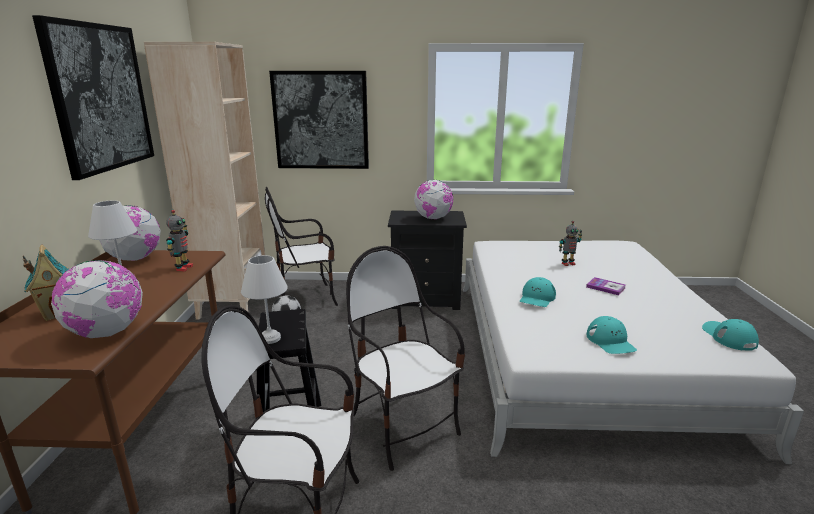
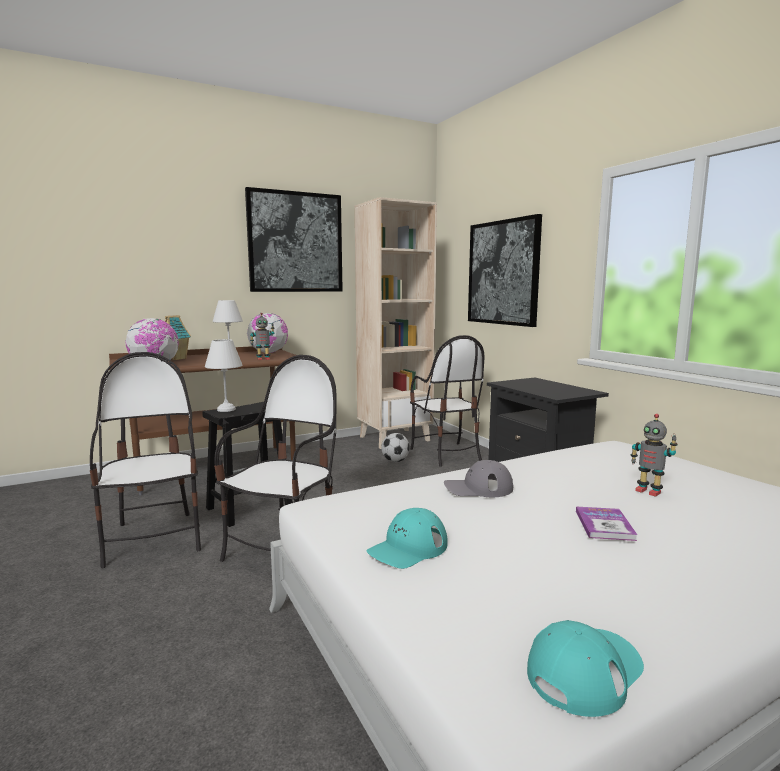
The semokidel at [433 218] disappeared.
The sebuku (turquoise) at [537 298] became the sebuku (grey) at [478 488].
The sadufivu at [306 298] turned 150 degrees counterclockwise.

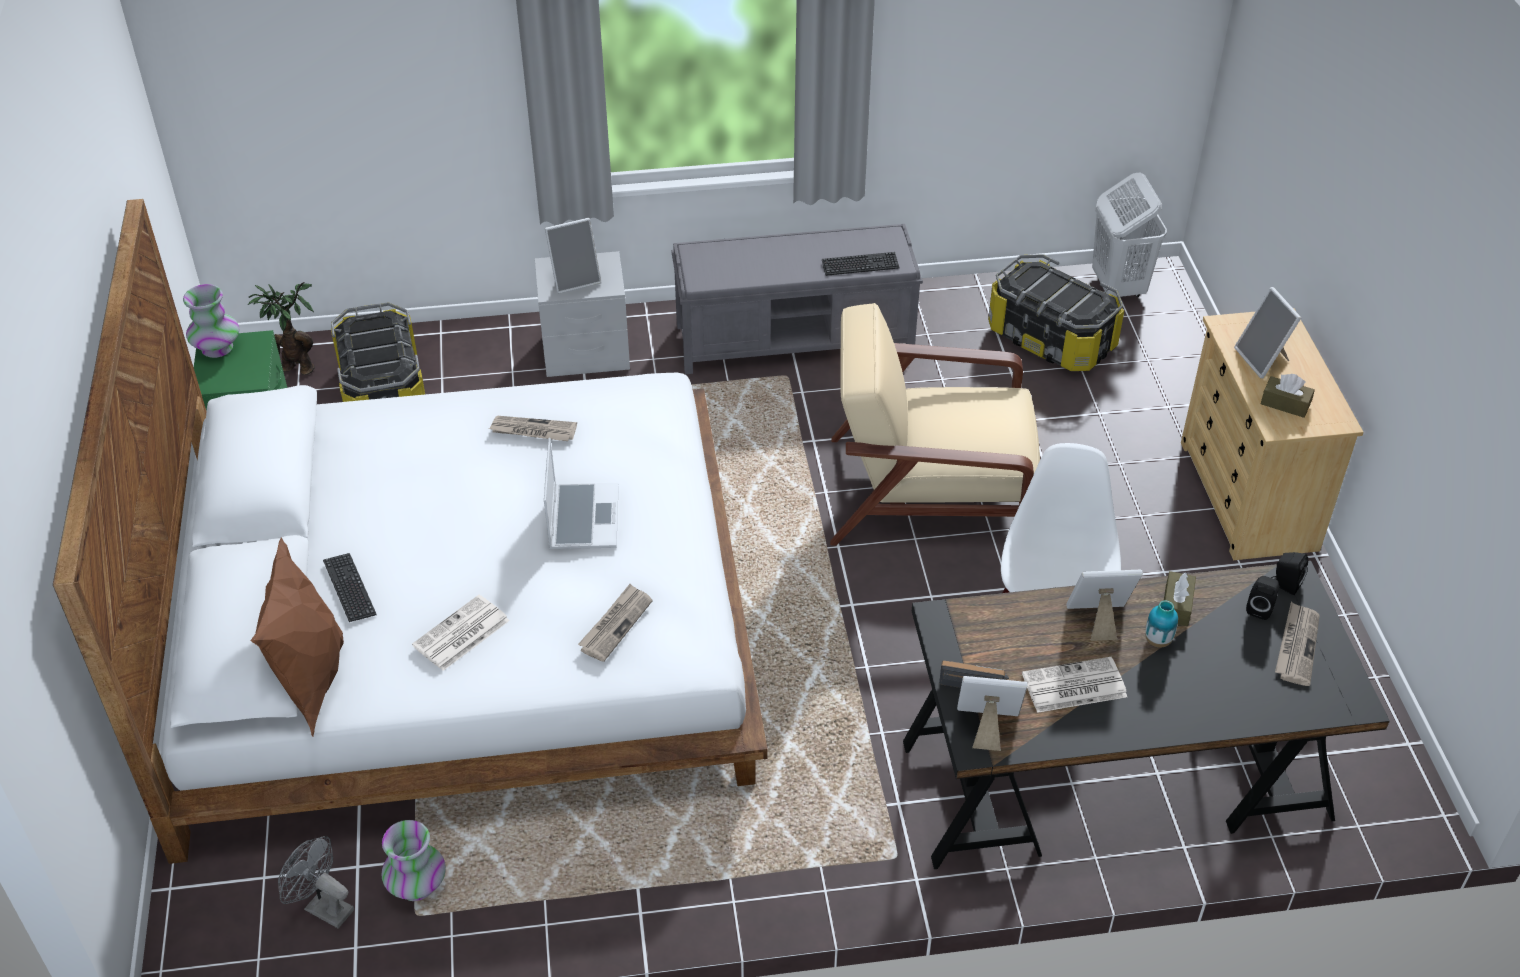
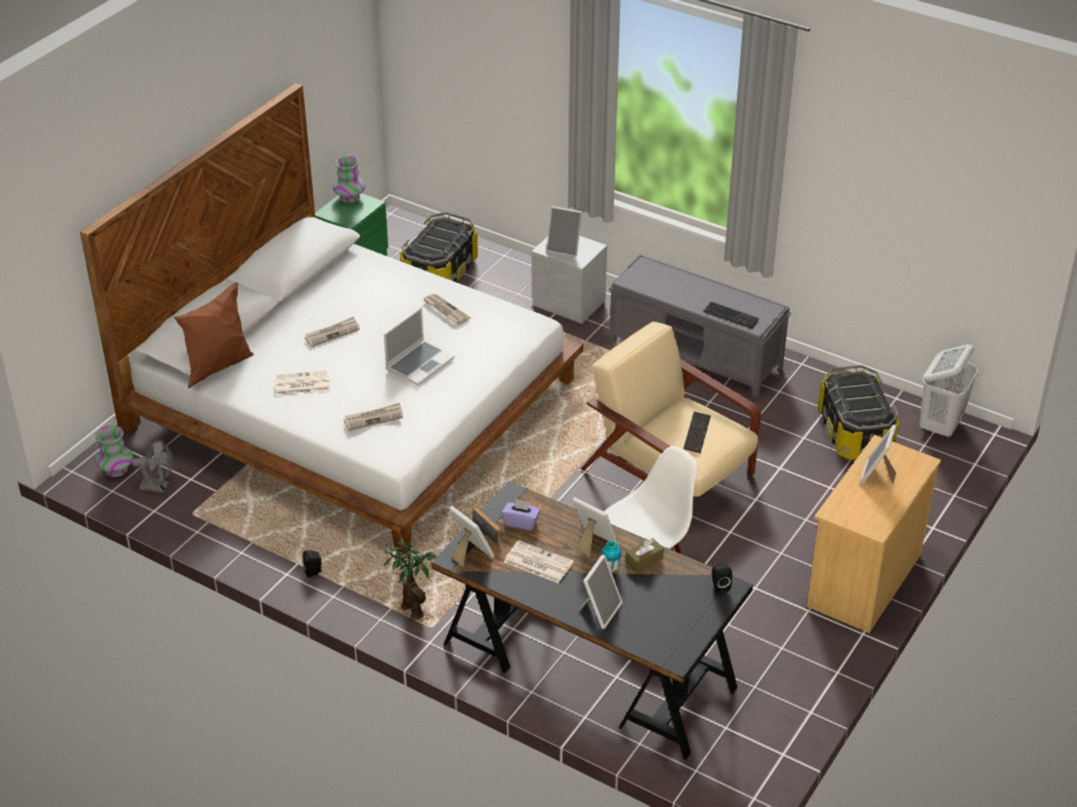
The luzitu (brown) at [1285 404] disappeared.
The luzitu (purple) at [521 522] appeared.
The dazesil at [599 610] appeared.
The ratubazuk moved from [295 366] to [412 608].
The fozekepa moved from [349 588] to [697 433].
The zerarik moved from [416 885] to [116 470].
The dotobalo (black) moved from [1260 608] to [314 572].
The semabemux moved from [1296 646] to [332 333].
The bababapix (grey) at [323 907] turned 120 degrees clockwise.

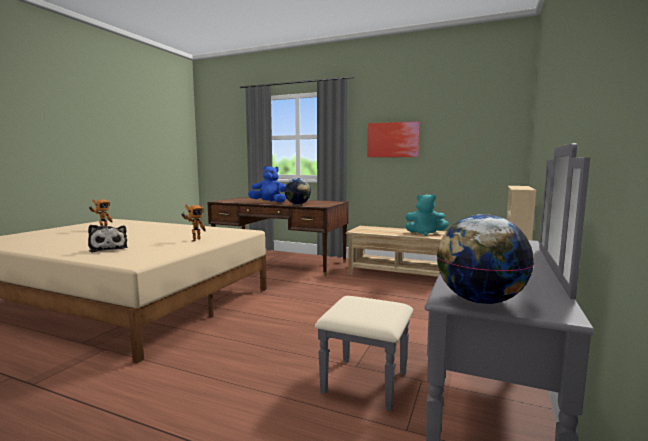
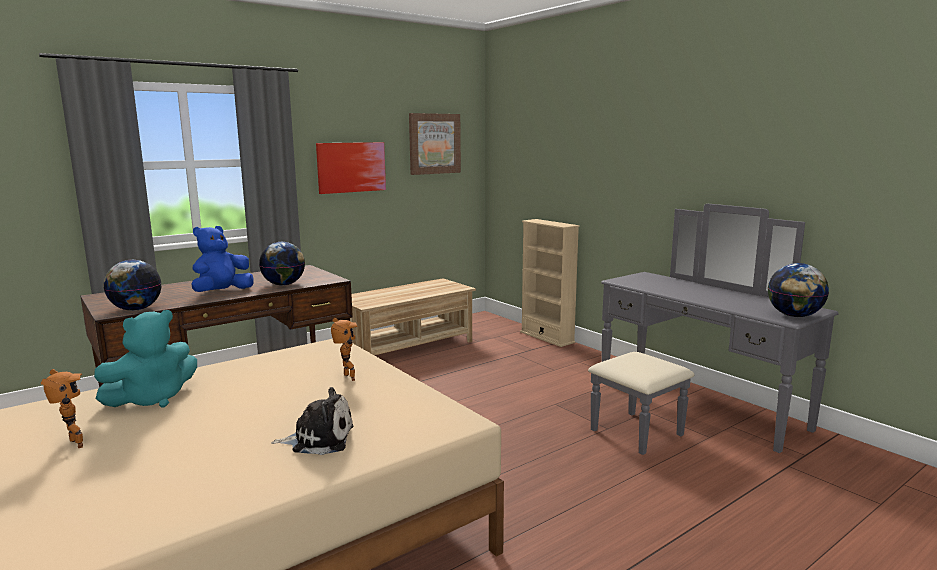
The semokidel at [136 309] appeared.
The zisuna at [434 143] appeared.
The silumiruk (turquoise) moved from [425 233] to [152 399].

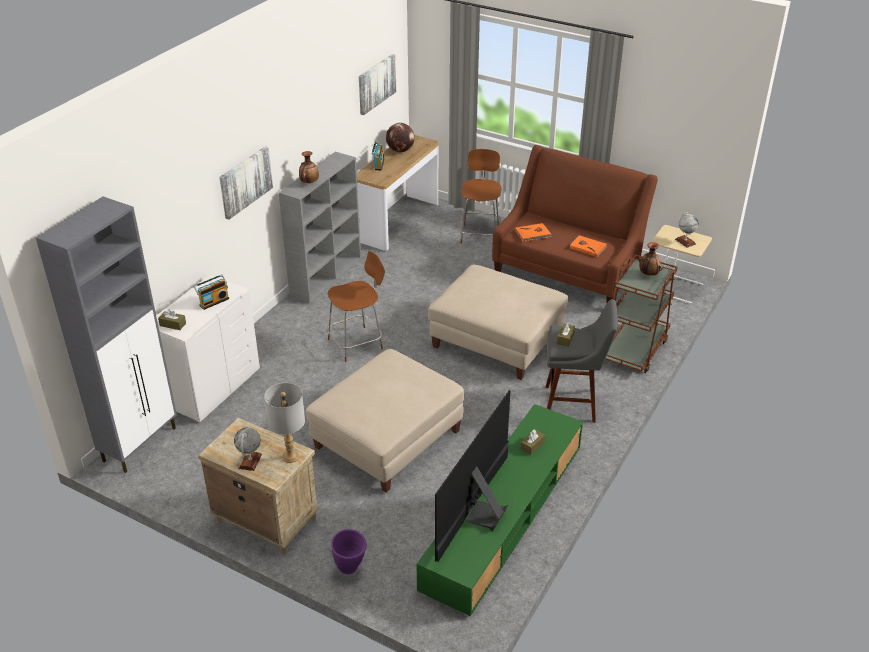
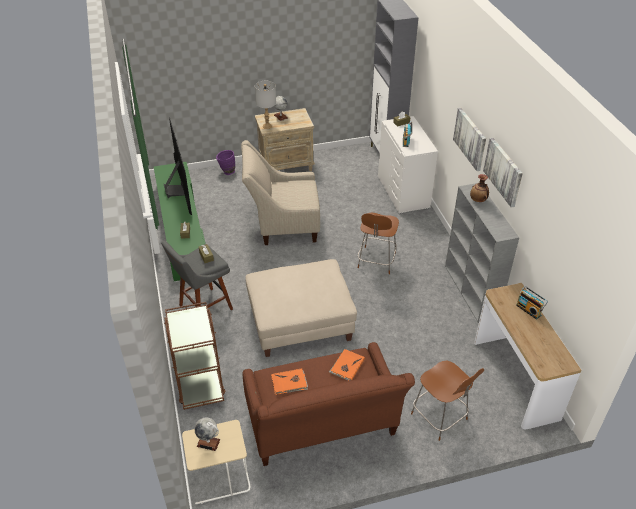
The semokidel at [400 150] disappeared.
The zerarik at [648 274] disappeared.
The zisuna moved from [376 83] to [503 171].
The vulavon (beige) at [388 439] was replaced by the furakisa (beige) at [282 225].

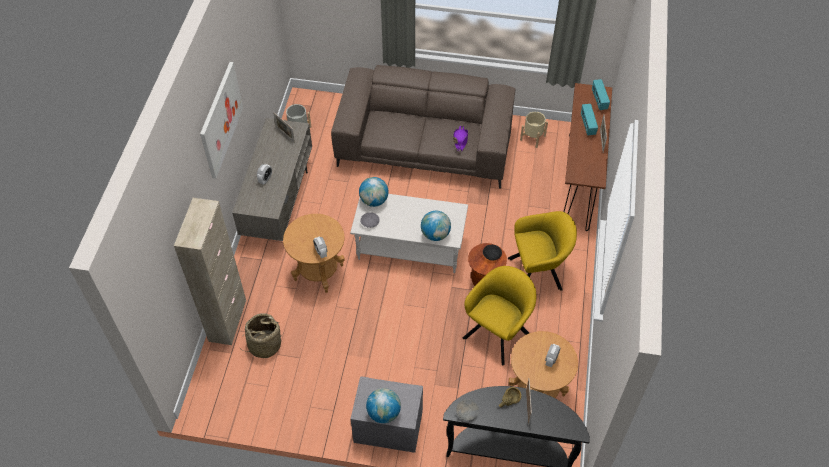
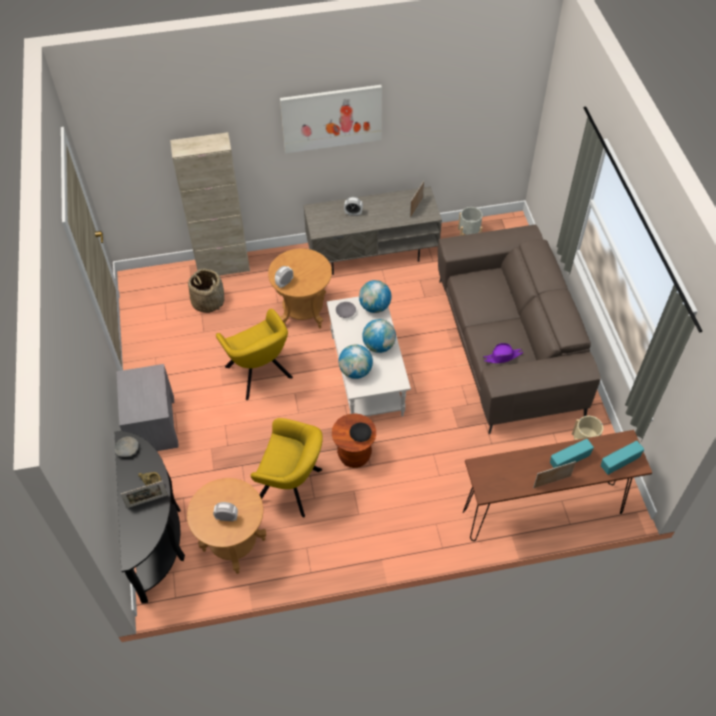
The semokidel moved from [383 413] to [379 346].
The furakisa (yellow) moved from [538 273] to [260 375].

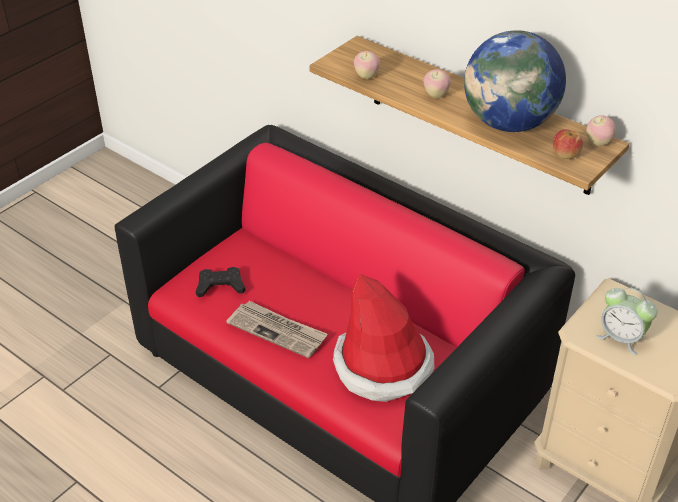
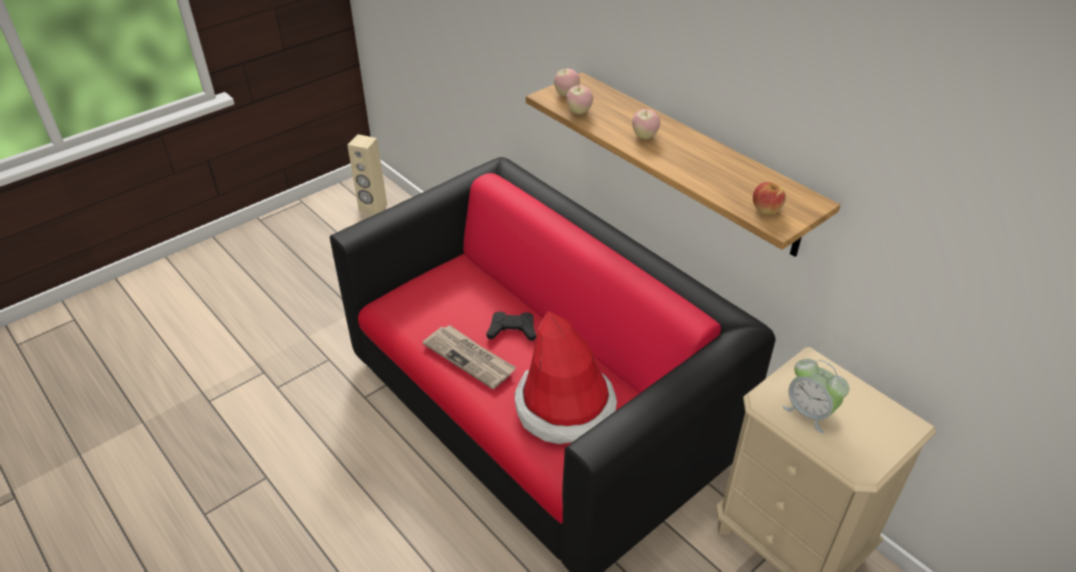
The semokidel at [509 123] disappeared.
The dotobalo (beige) at [373 208] appeared.
The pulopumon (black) moved from [220 286] to [512 330].
The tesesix moved from [598 143] to [566 94].

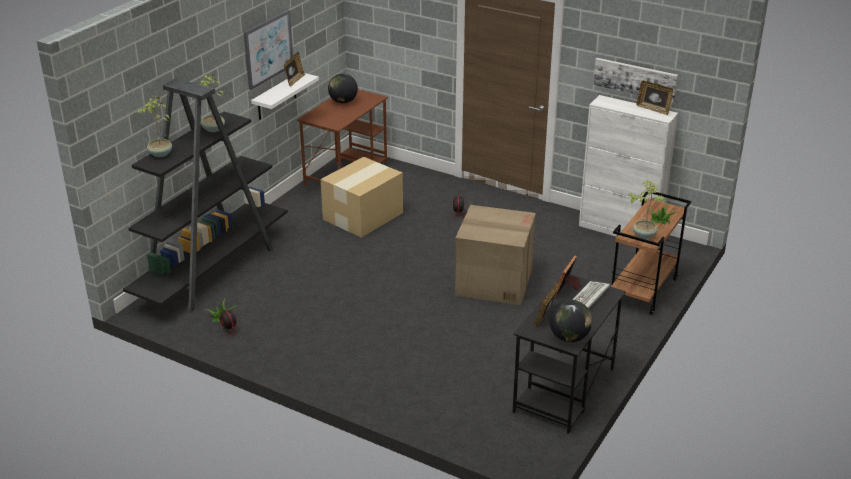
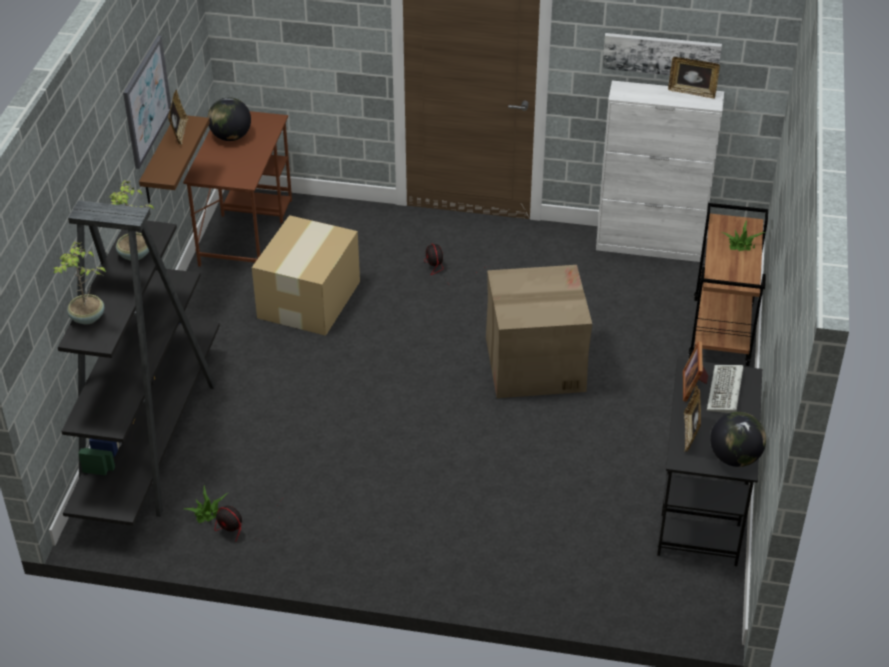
The ratubazuk at [644 235] disappeared.
The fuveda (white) at [276 96] became the fuveda (brown) at [160 161].

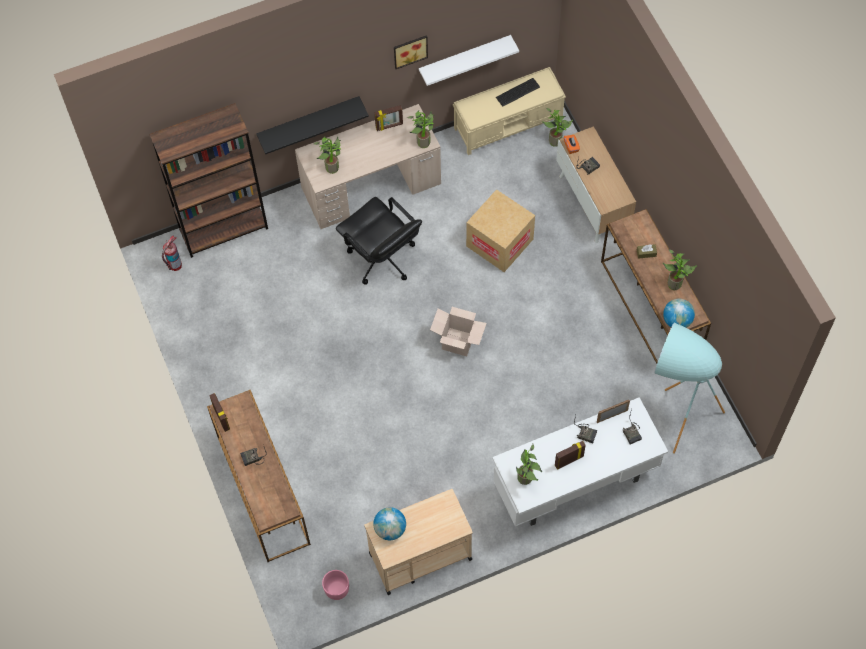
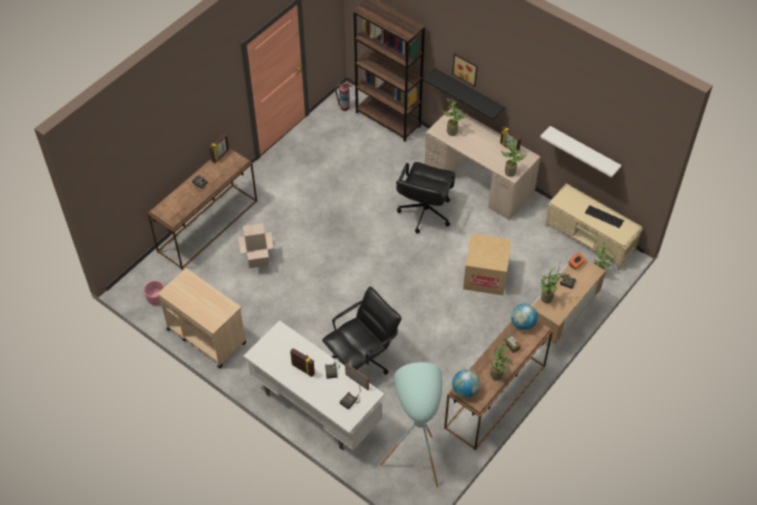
The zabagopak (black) at [362 359] appeared.
The semokidel moved from [390 529] to [522 324].
The zisuna moved from [410 50] to [466 69].
The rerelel moved from [458 342] to [258 258].
The ratubazuk moved from [527 479] to [547 300].

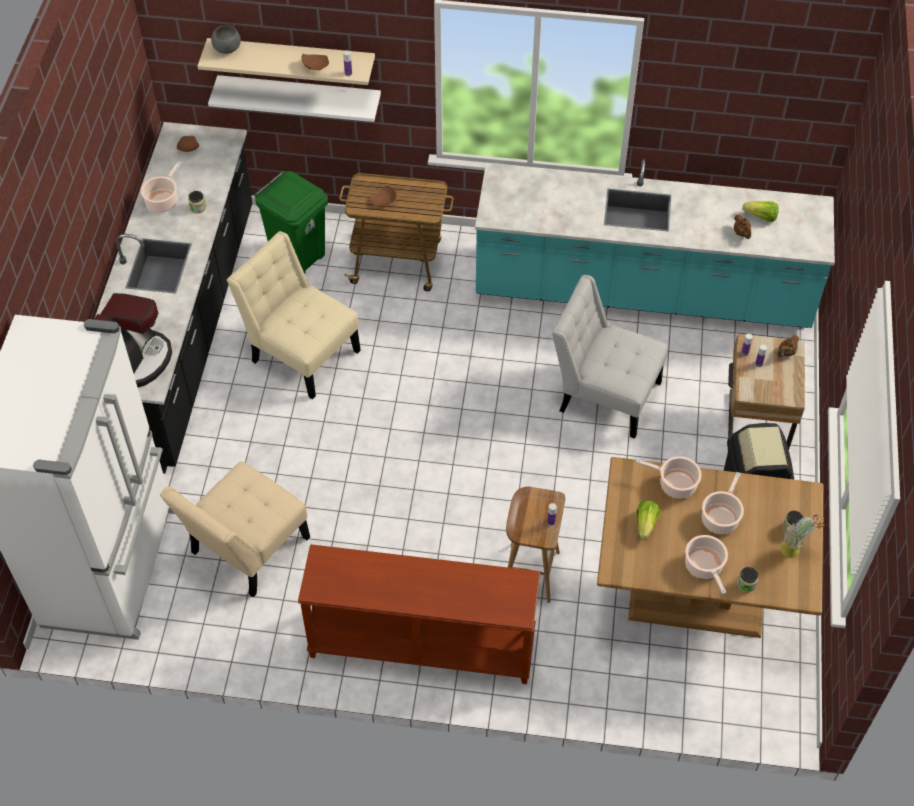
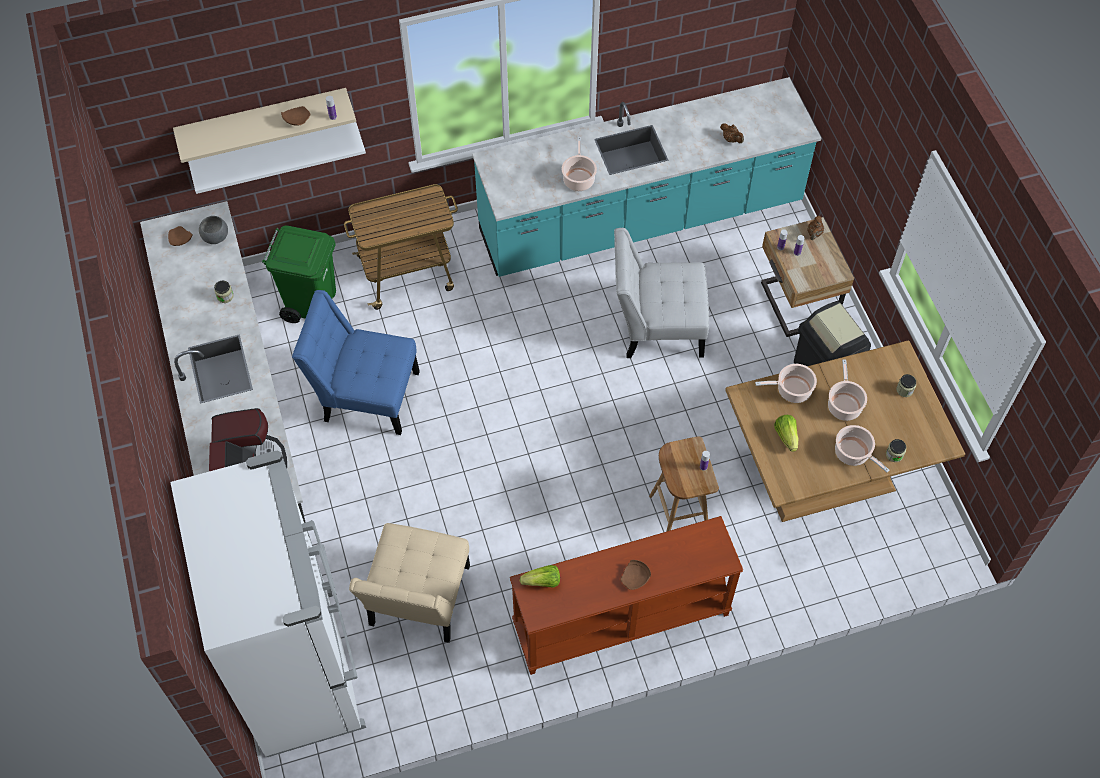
The ratubazuk at [795 551] disappeared.
The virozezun moved from [163 200] to [578 178].
The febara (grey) moved from [227 49] to [215 237].
The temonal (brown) moved from [384 201] to [635 578].
The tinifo moved from [761 217] to [542 582].
The sadufivu (beige) at [301 352] became the sadufivu (blue) at [365 394].

